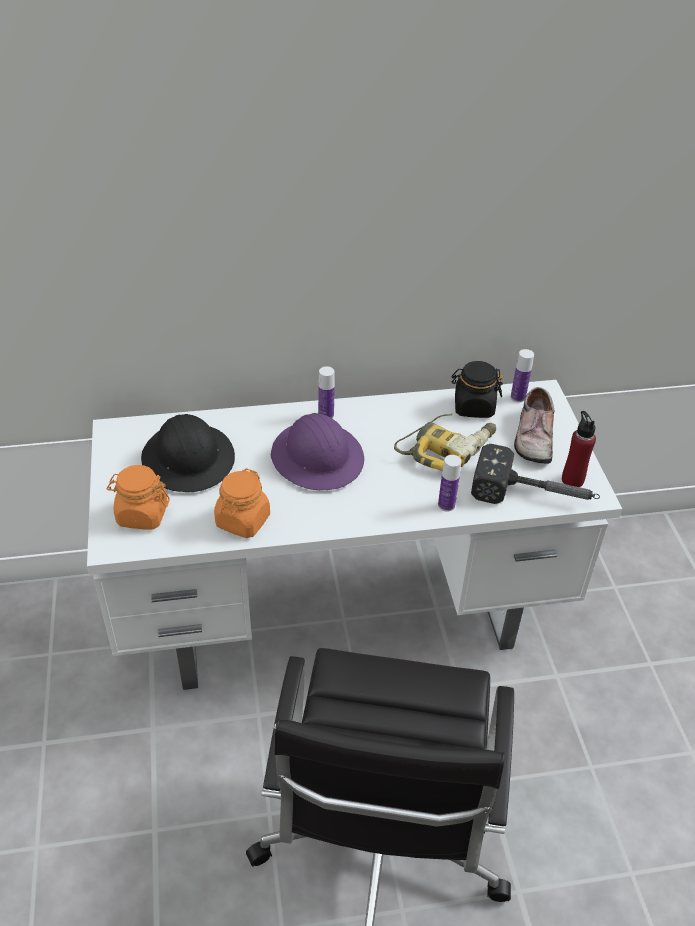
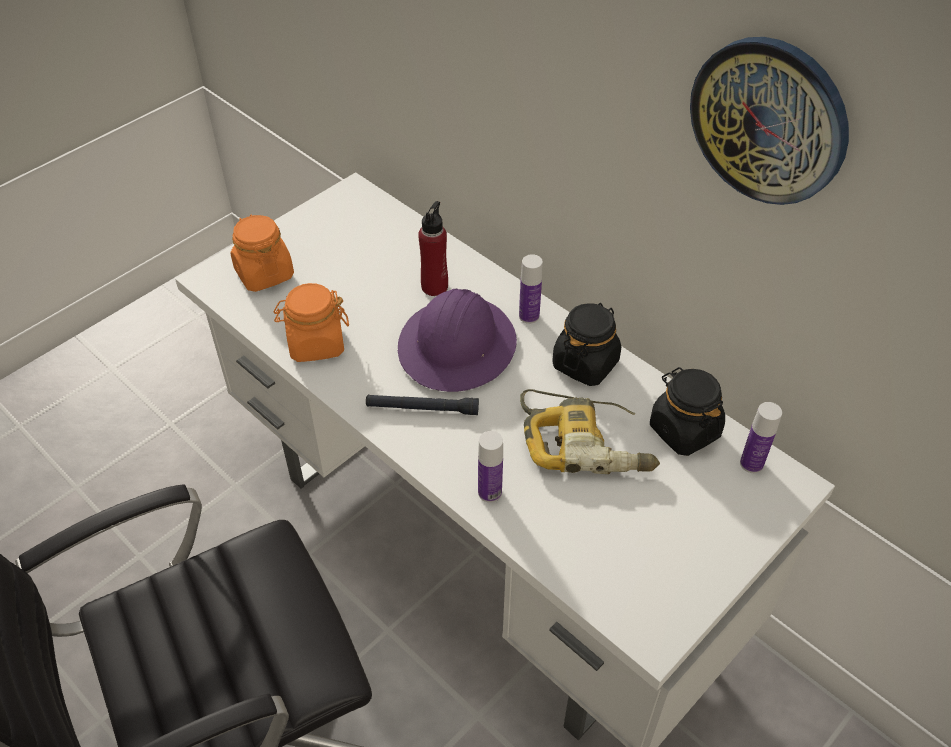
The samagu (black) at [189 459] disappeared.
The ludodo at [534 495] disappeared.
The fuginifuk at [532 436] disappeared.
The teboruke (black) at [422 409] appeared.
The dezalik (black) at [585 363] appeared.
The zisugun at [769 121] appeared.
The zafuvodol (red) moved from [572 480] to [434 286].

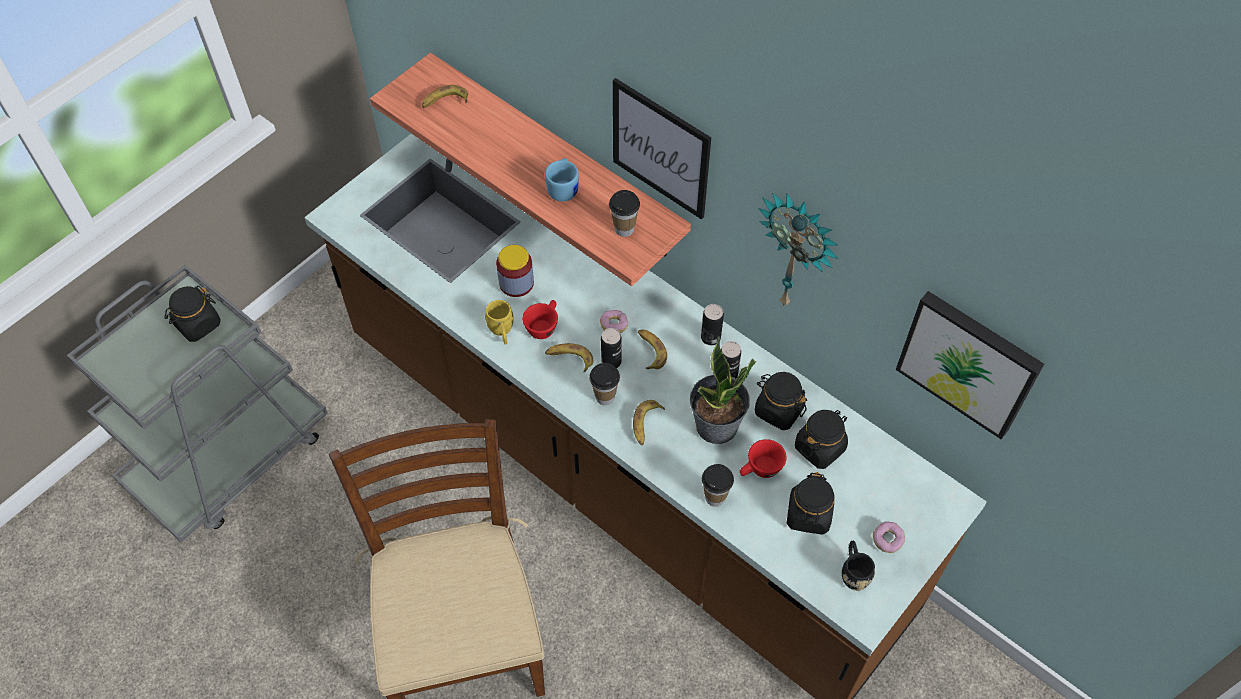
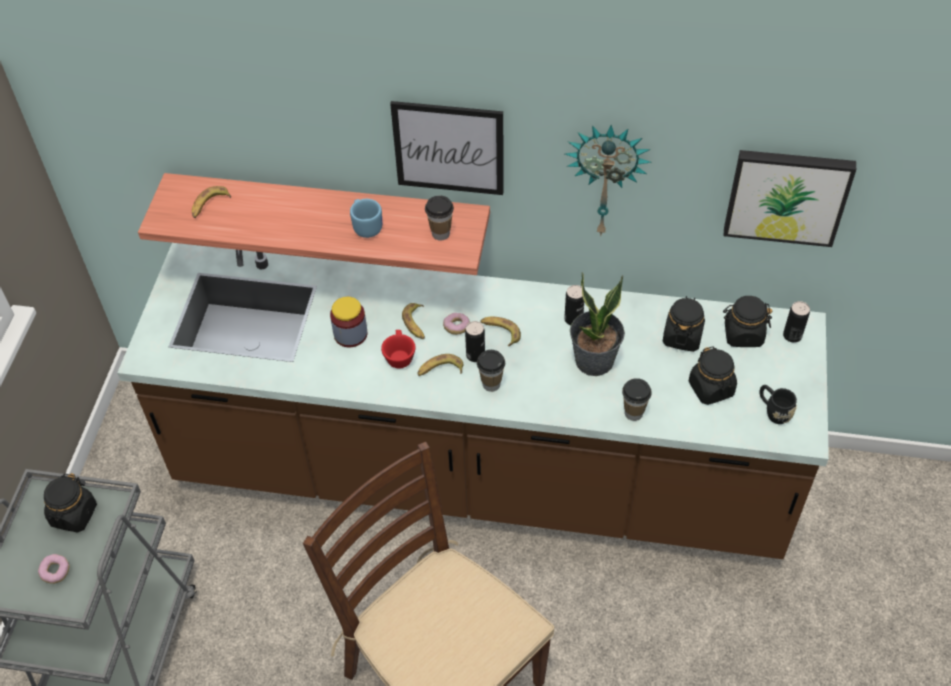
The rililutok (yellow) at [502 332] disappeared.
The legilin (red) at [760 470] disappeared.
The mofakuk moved from [646 424] to [416 324].
The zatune moved from [710 337] to [792 335].
The dezalik (black) moved from [778 410] to [743 334].
The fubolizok moved from [887 540] to [55 572].

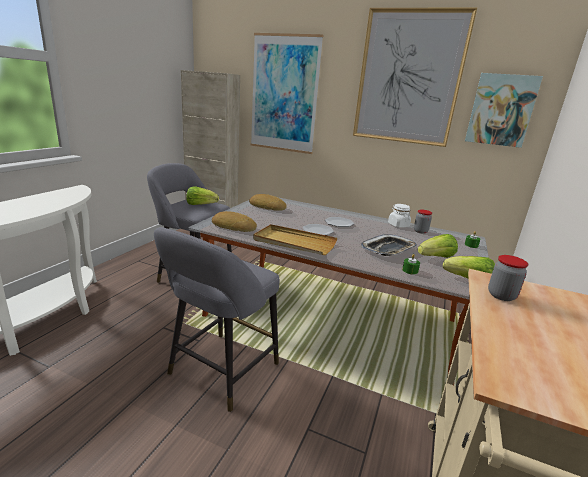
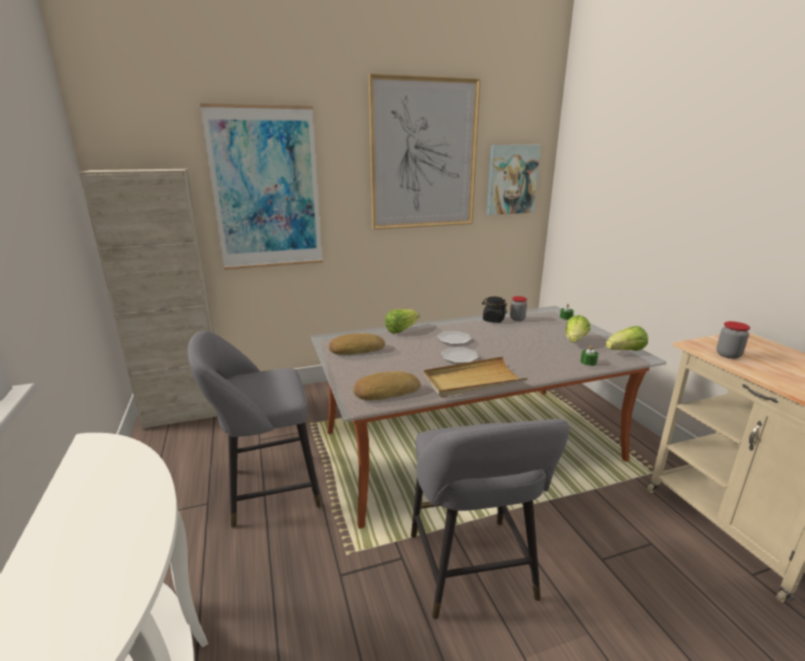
The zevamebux at [388 249] disappeared.
The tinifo moved from [200 205] to [401 330].
The dezalik (white) at [398 225] became the dezalik (black) at [493 320].

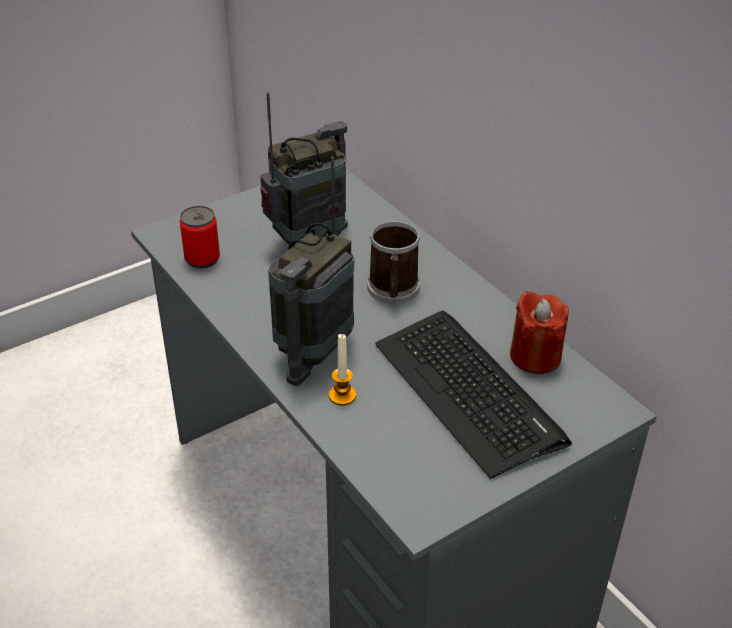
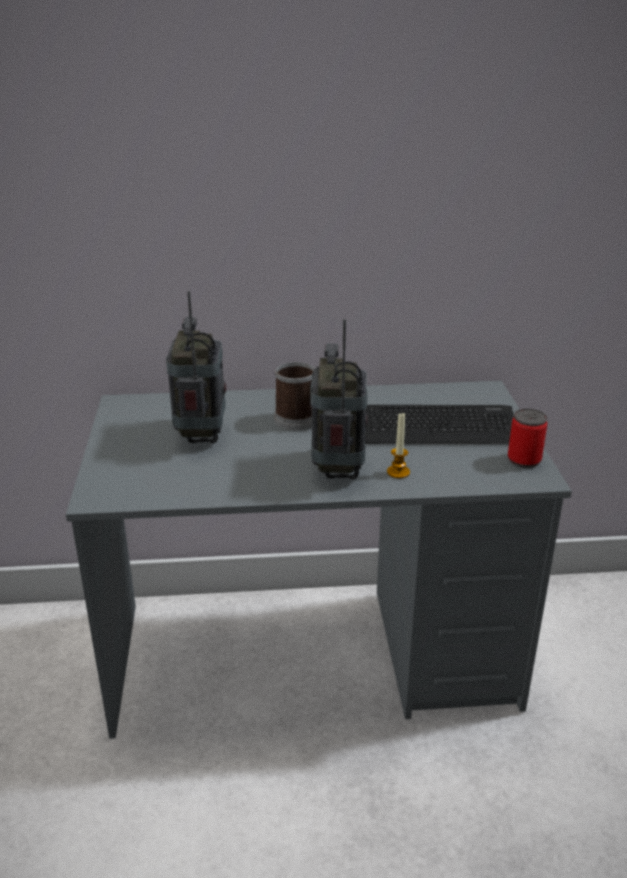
The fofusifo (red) at [535 356] disappeared.
The zatune moved from [202 259] to [524 460].
The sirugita at [314 352] turned 150 degrees counterclockwise.

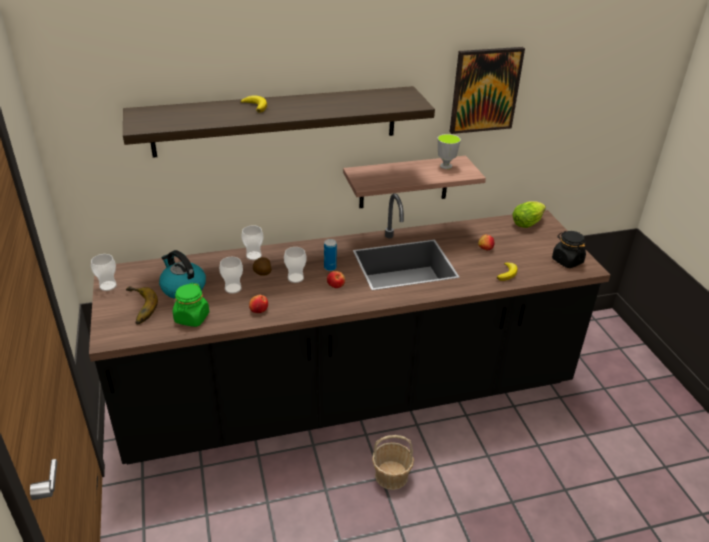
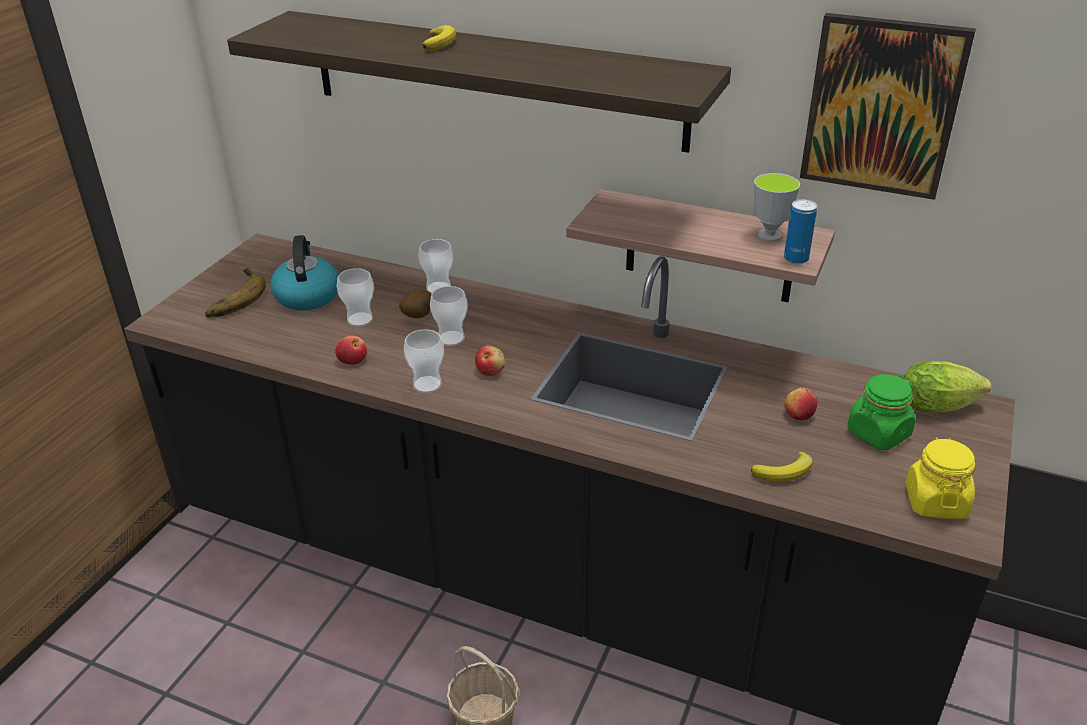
The legilin moved from [108 286] to [427 385].
The dezalik (green) moved from [192 318] to [878 434].
The zatune moved from [330 268] to [796 259].
The dezalik (black) at [567 261] became the dezalik (yellow) at [935 502].

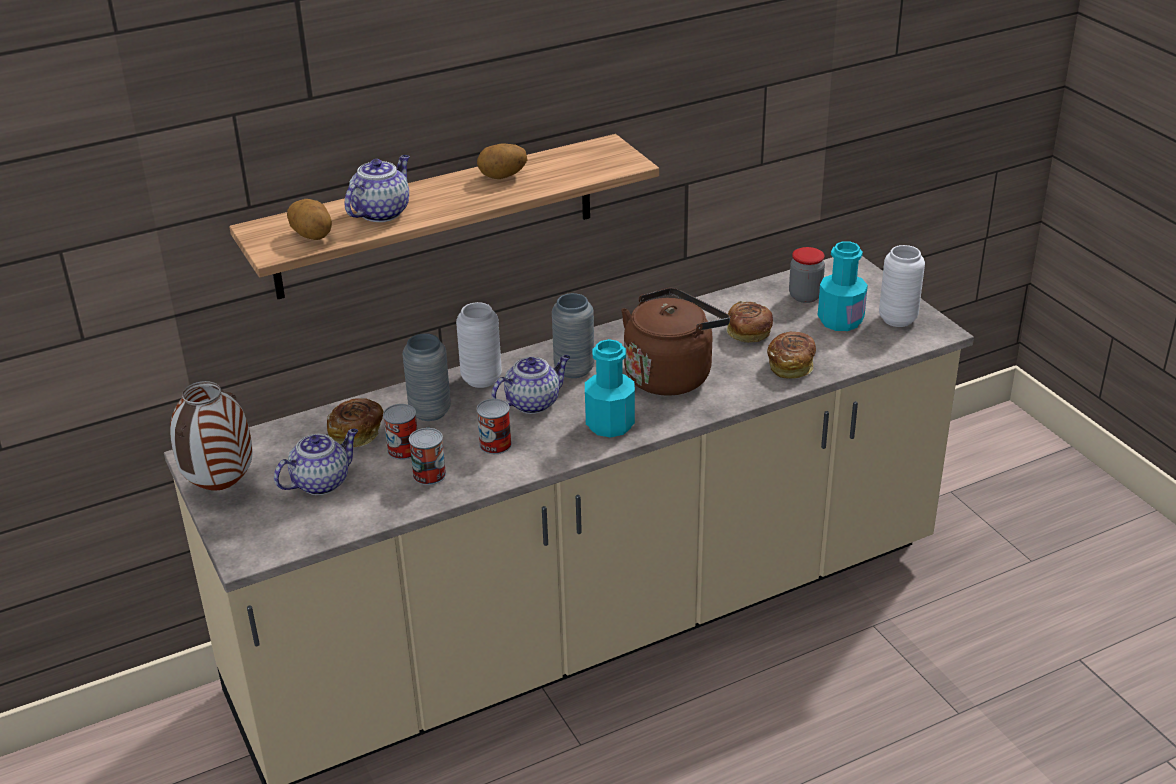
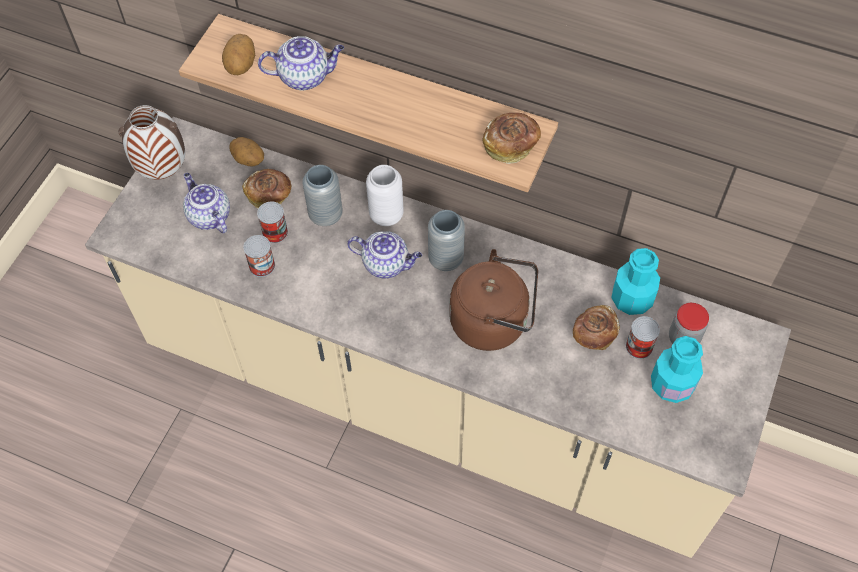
The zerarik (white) at [897 319] disappeared.
The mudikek moved from [503 177] to [248 160].
The zatune moved from [495 444] to [639 346].
The zafuvodol (turquoise) moved from [610 424] to [632 299].
The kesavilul moved from [791 365] to [511 145].
The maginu at [321 482] turned 135 degrees counterclockwise.

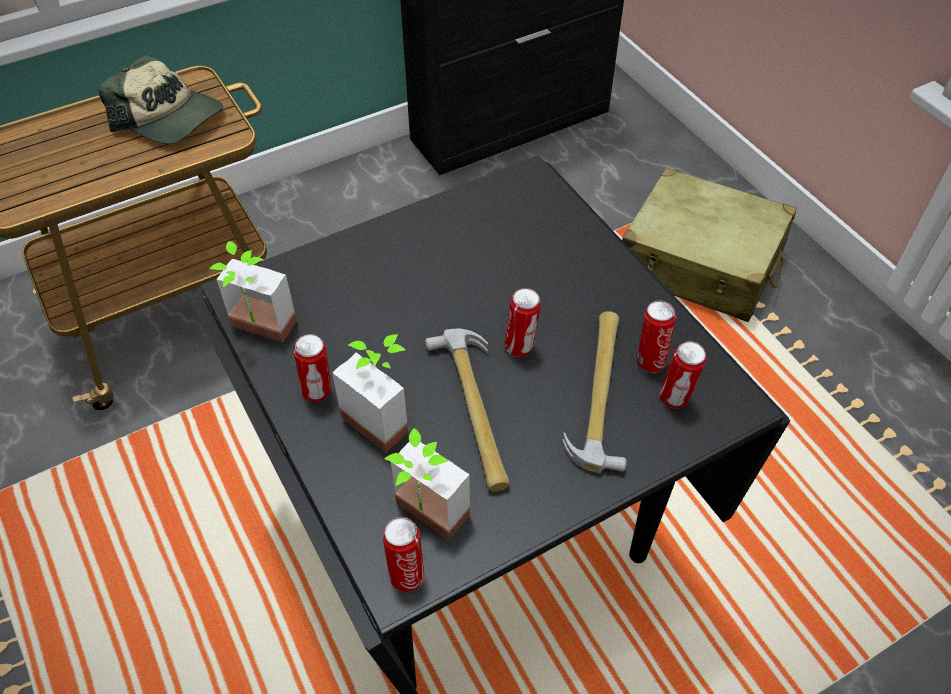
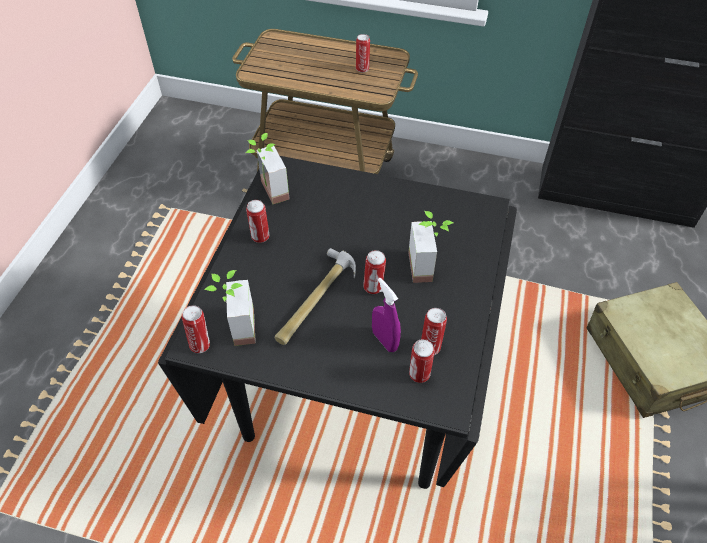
The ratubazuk moved from [384 416] to [428 266].
The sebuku at [169 117] was replaced by the zatune at [362 68].
The ludodo at [600 392] was replaced by the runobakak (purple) at [384 340].

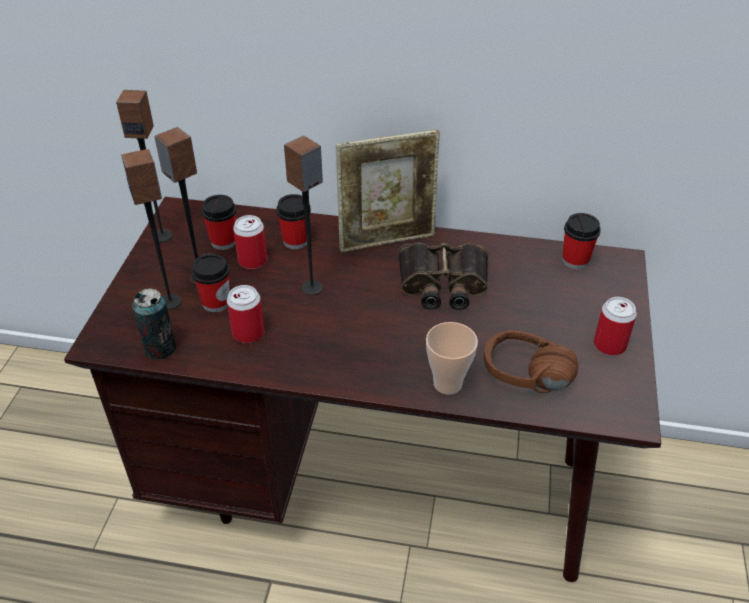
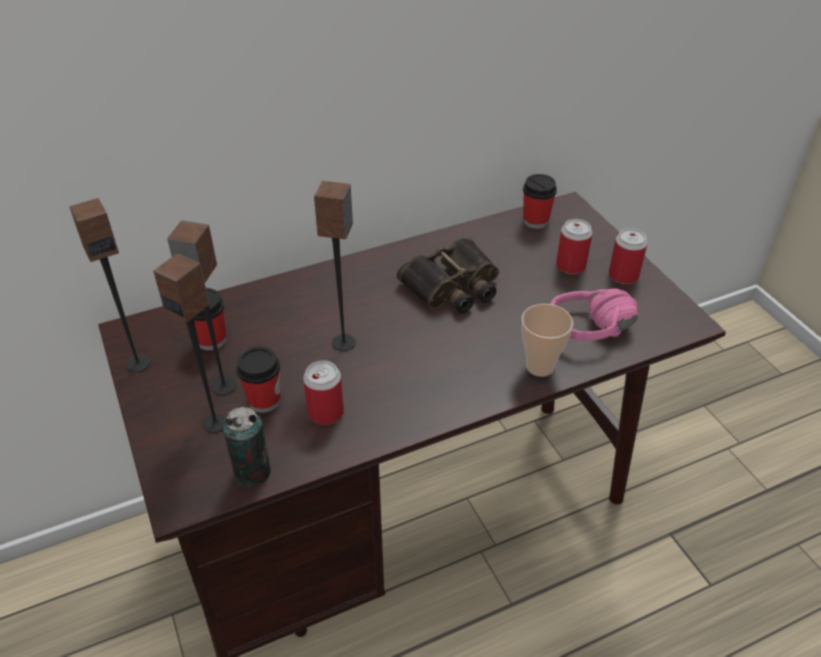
The legilin at [296 241] disappeared.
The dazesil at [387 240] disappeared.
The zatune moved from [252 260] to [570 266].
The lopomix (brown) at [524 384] became the lopomix (pink) at [595 337].

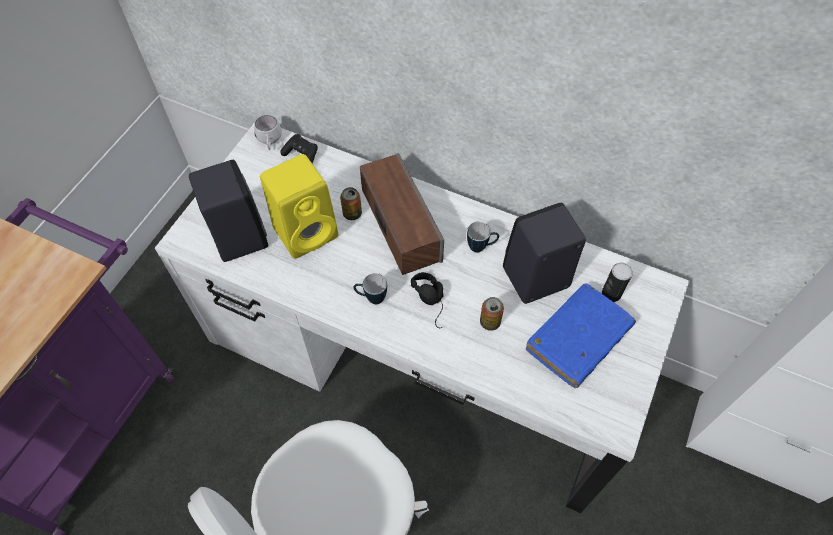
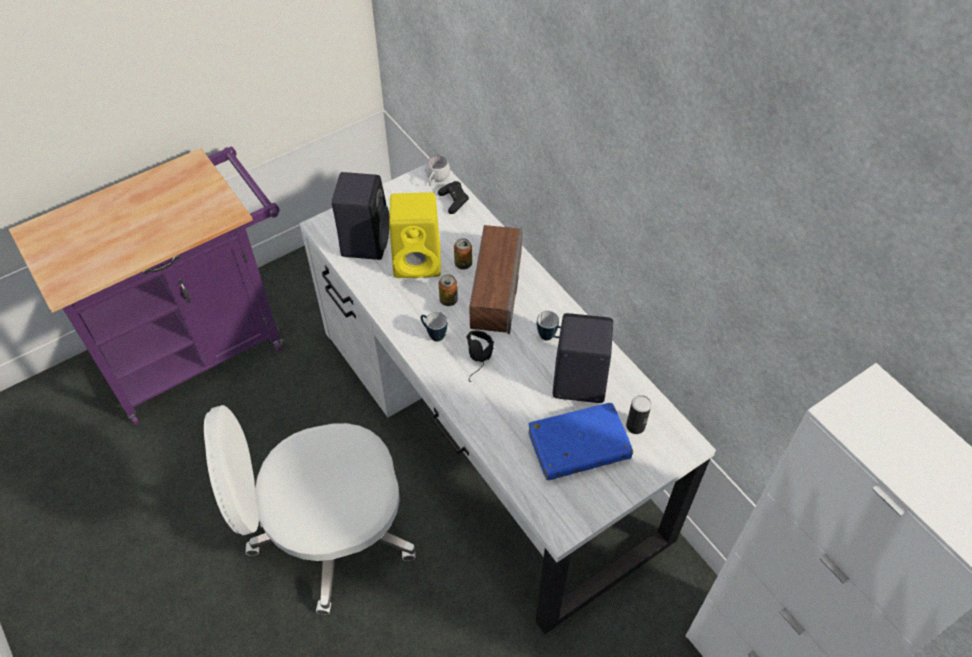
The zatune moved from [490 322] to [448 300].

